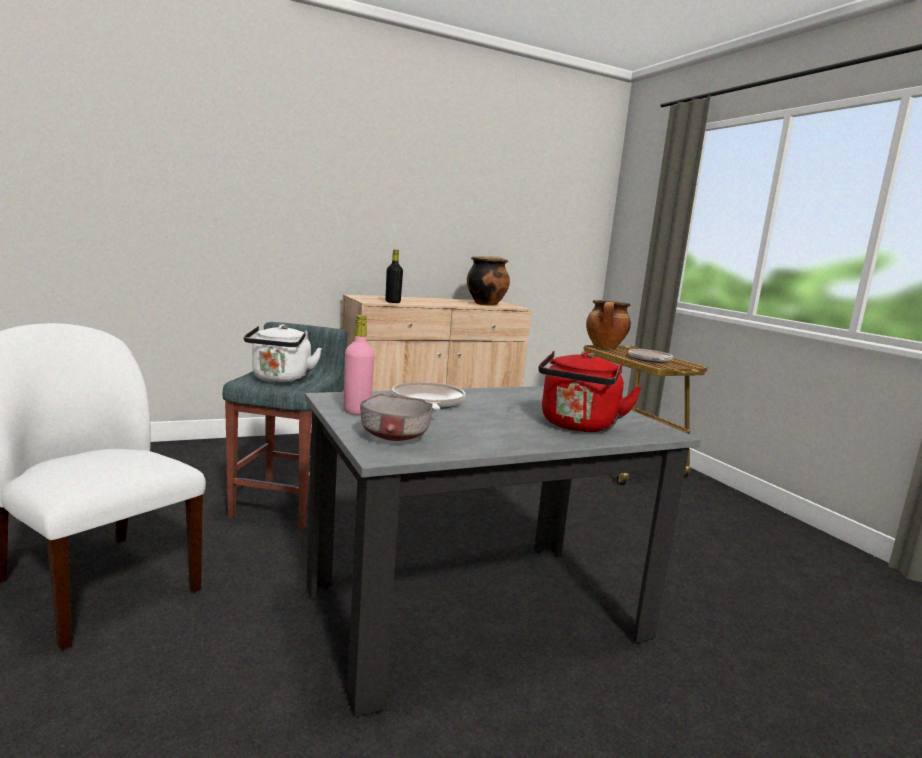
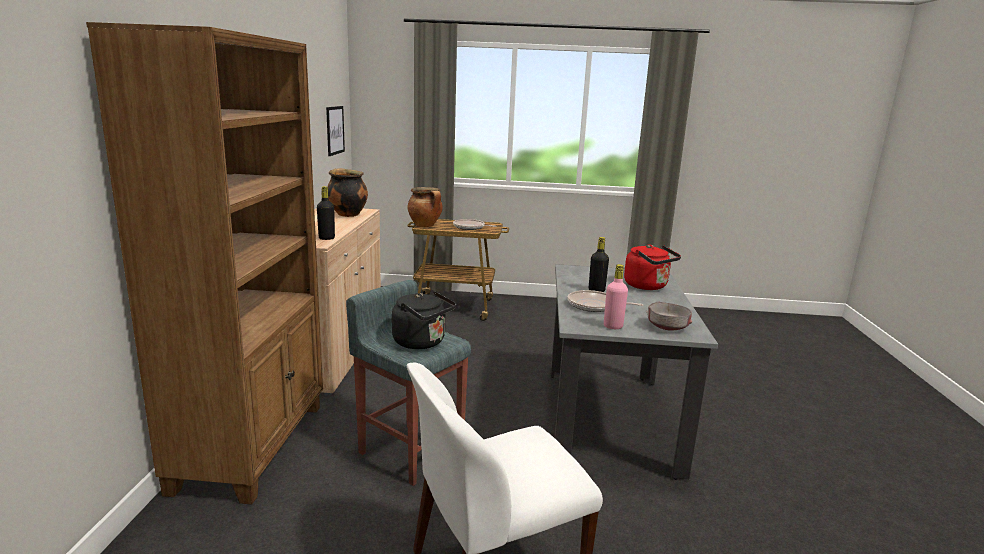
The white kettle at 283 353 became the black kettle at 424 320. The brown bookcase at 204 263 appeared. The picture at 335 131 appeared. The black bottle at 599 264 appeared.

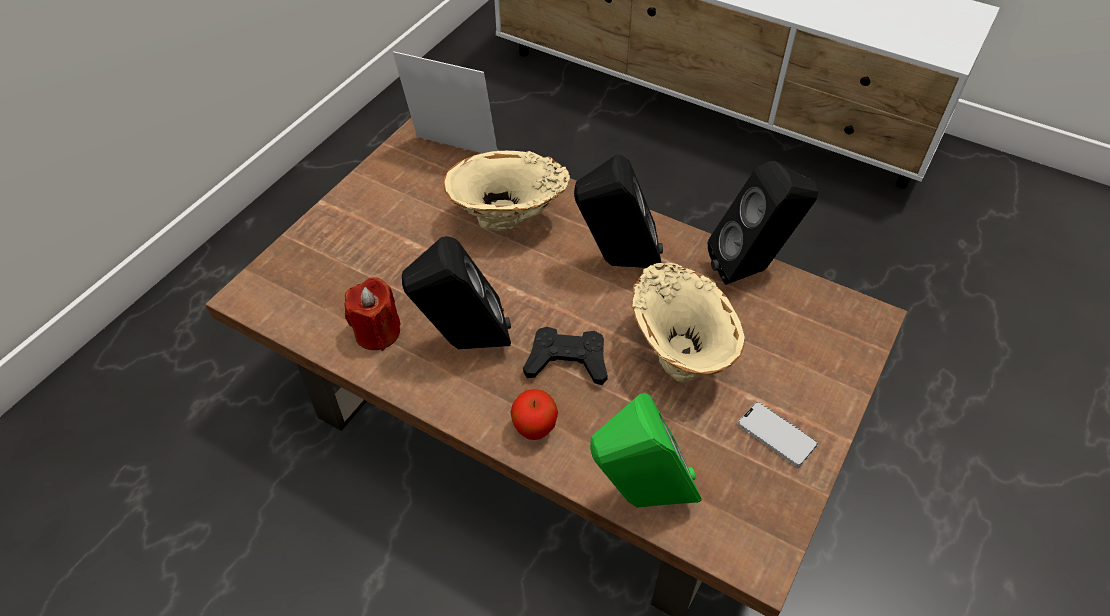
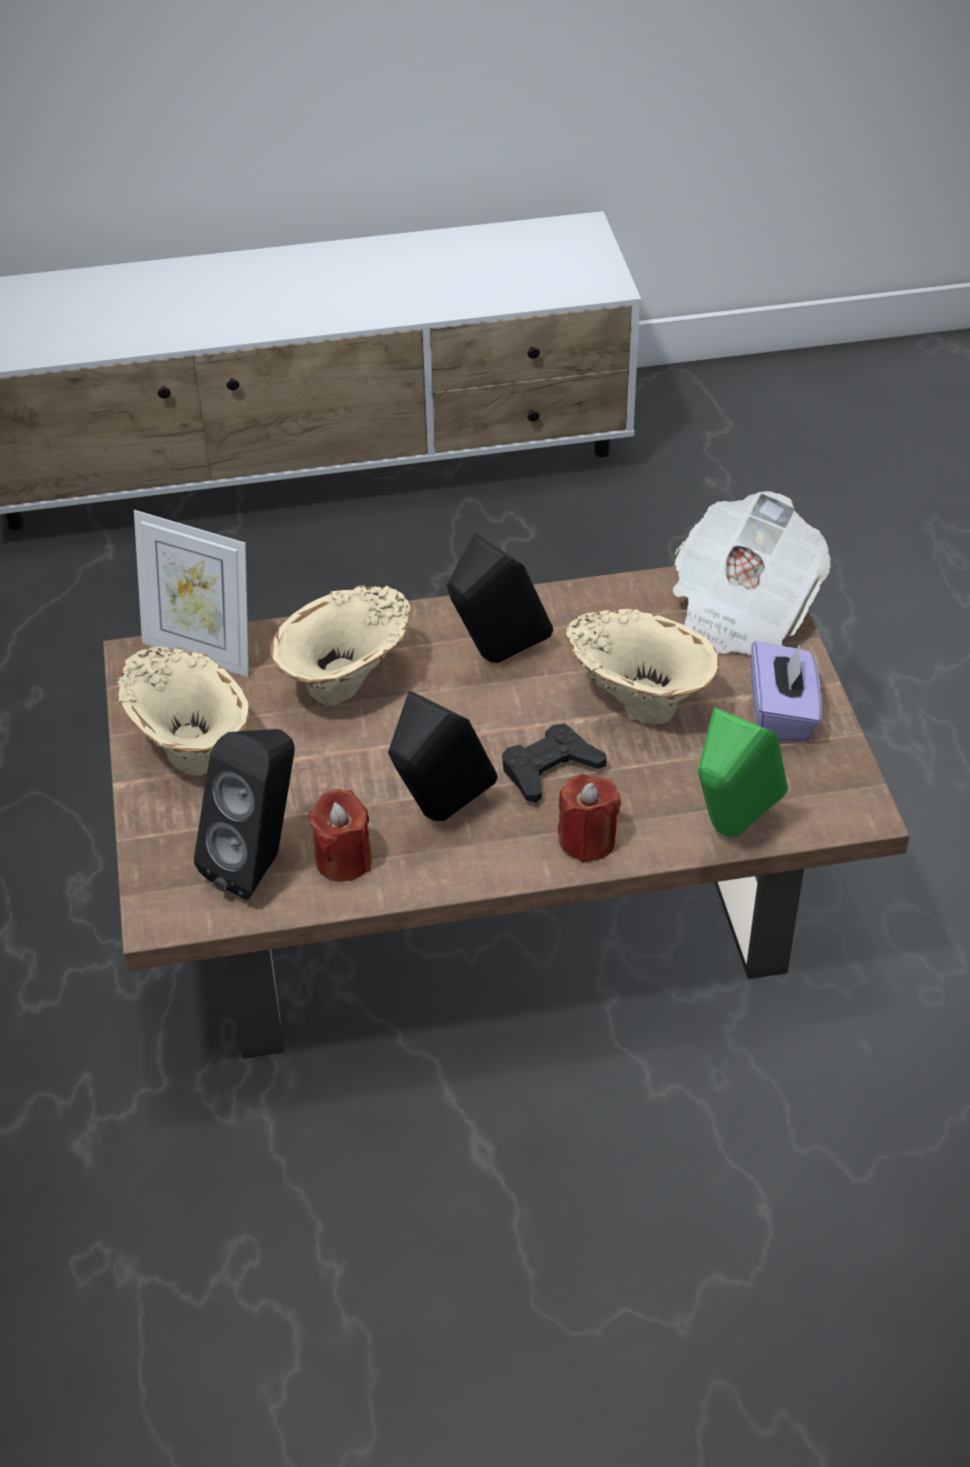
The picture frame at 445 102 turned 135 degrees counterclockwise. The black speaker moved from 763 223 to 244 814. The apple at 534 414 was replaced by the red candle at 589 818. The phone at 778 434 was replaced by the purple tissue box at 786 691. The newspaper at 752 573 appeared. The beige vase at 182 711 appeared.

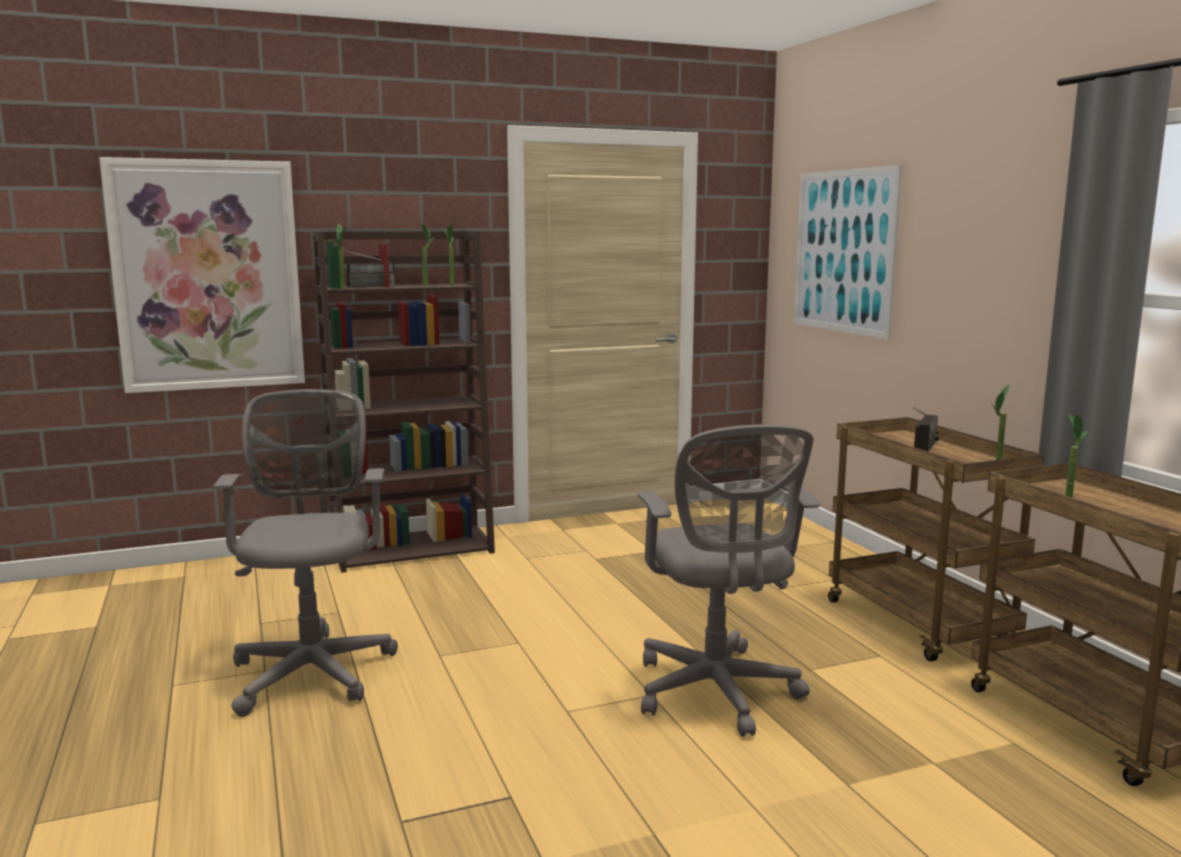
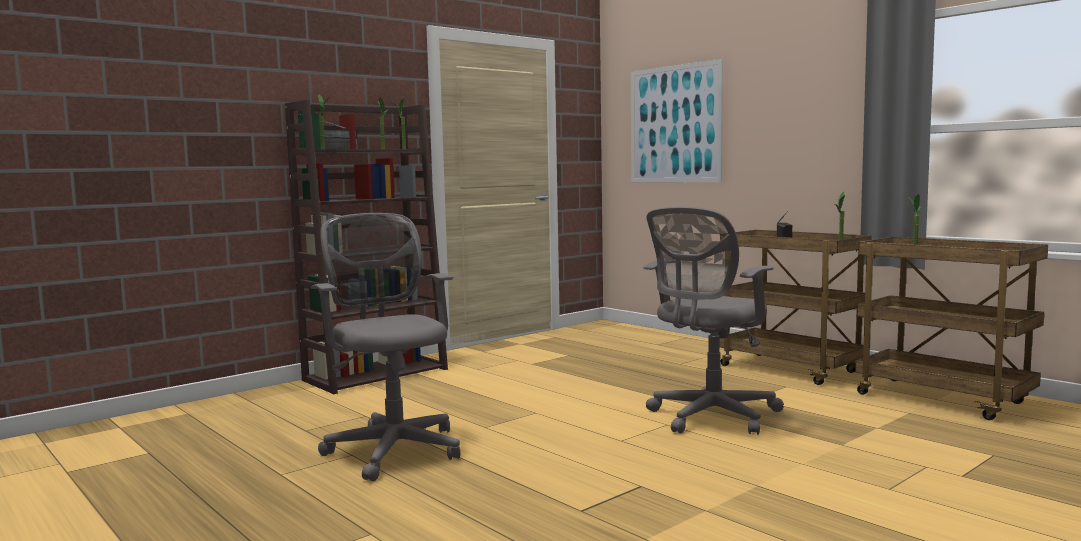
The picture at 202 275 disappeared. The grey office chair at 728 580 turned 75 degrees clockwise.

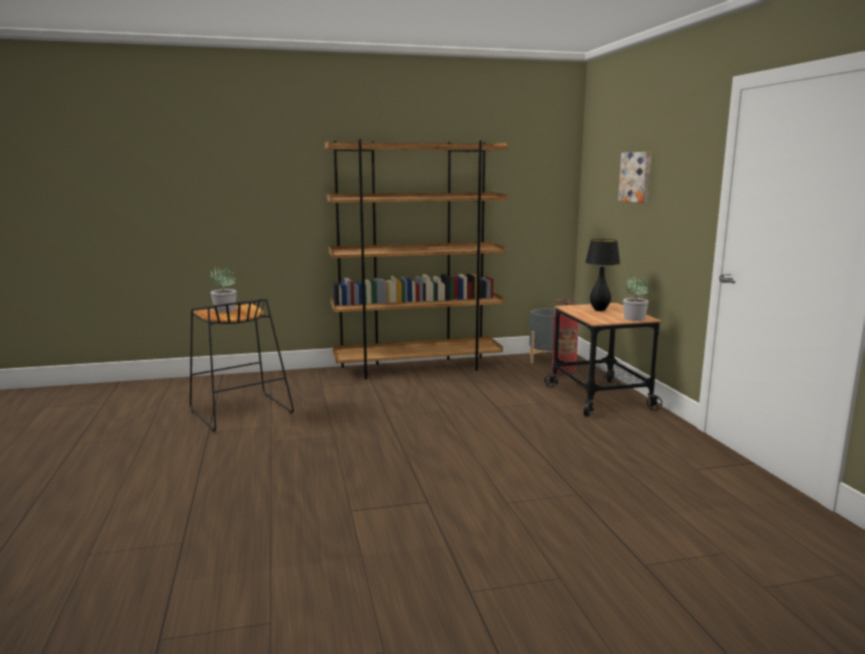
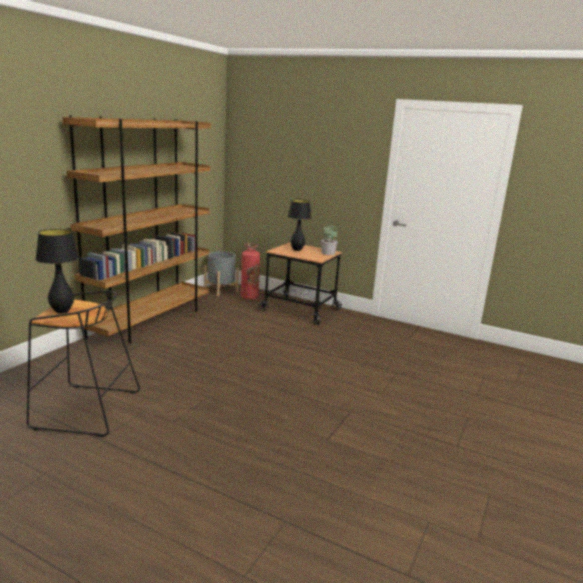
The picture at 635 177 disappeared. The potted plant at 223 288 was replaced by the black table lamp at 57 271.

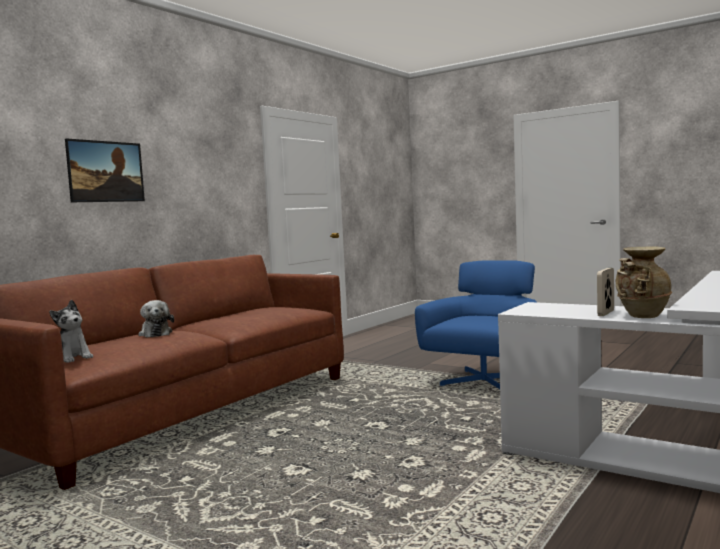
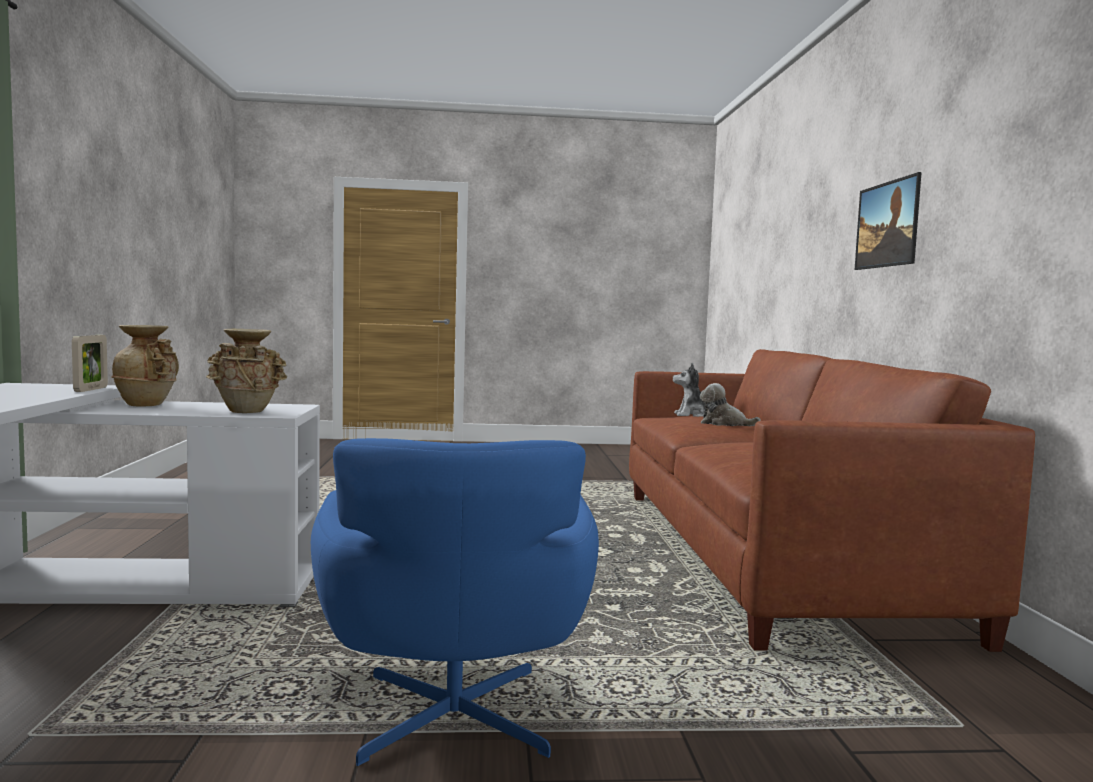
The picture frame moved from 605 292 to 90 363. The beige vase at 246 371 appeared.

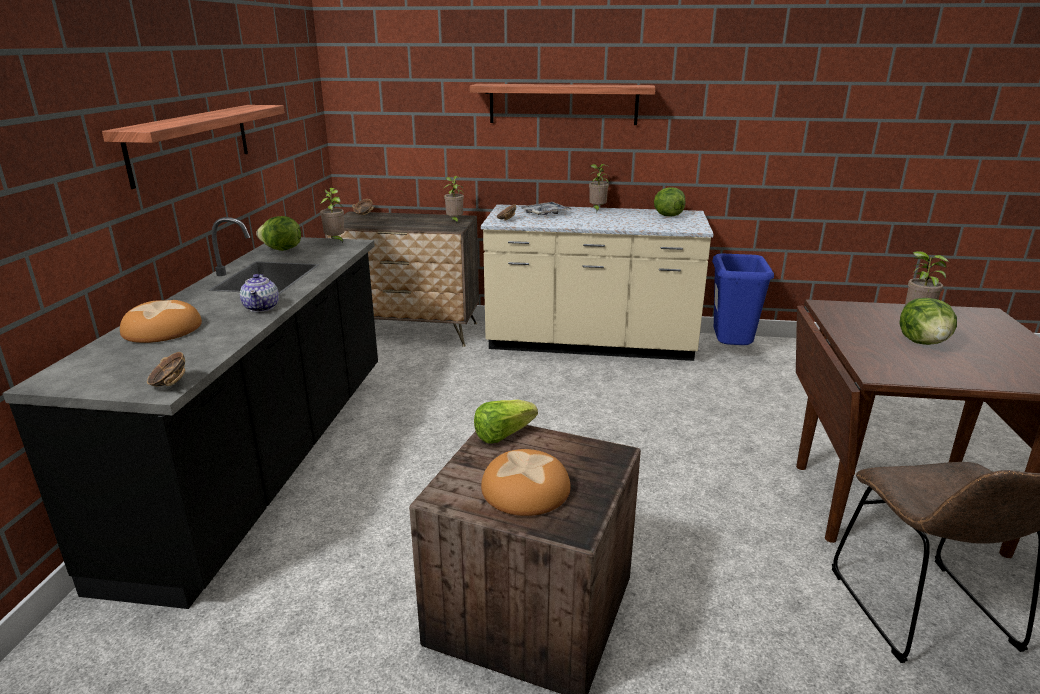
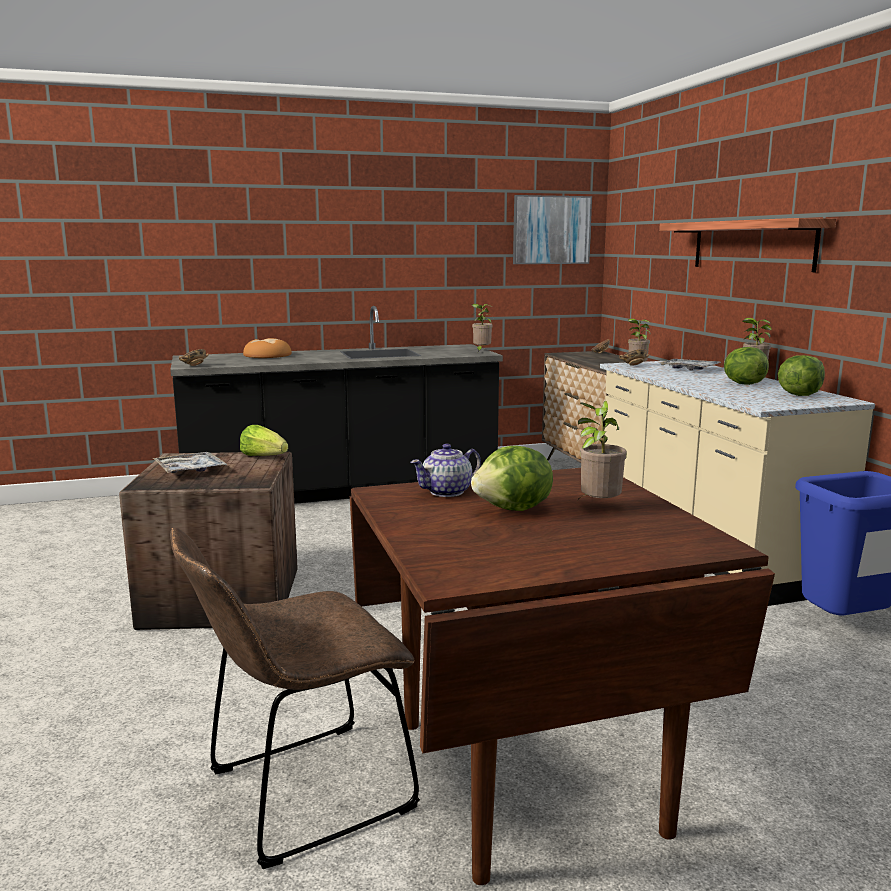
The shelf at 193 147 disappeared. The lettuce moved from 278 233 to 746 366. The teapot moved from 259 293 to 445 470. The bread at 526 482 was replaced by the tray at 190 462. The picture at 552 229 appeared.

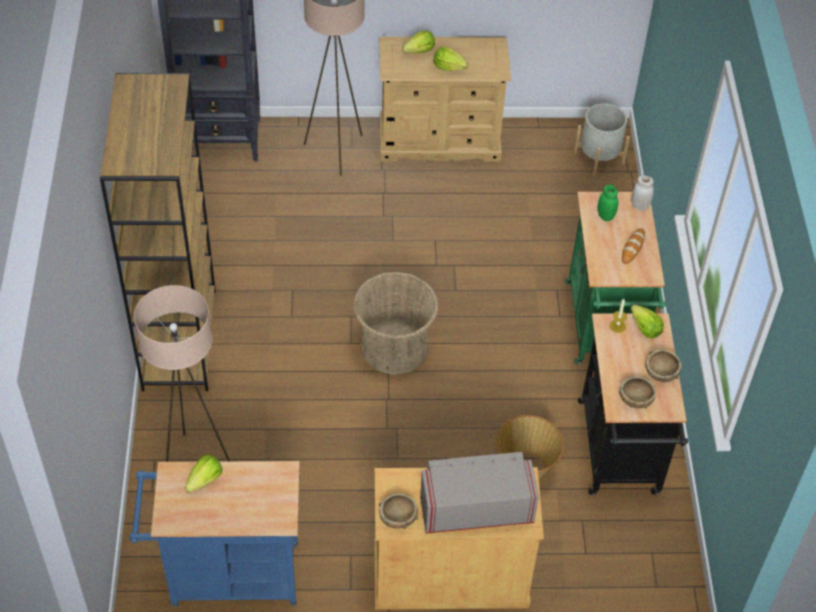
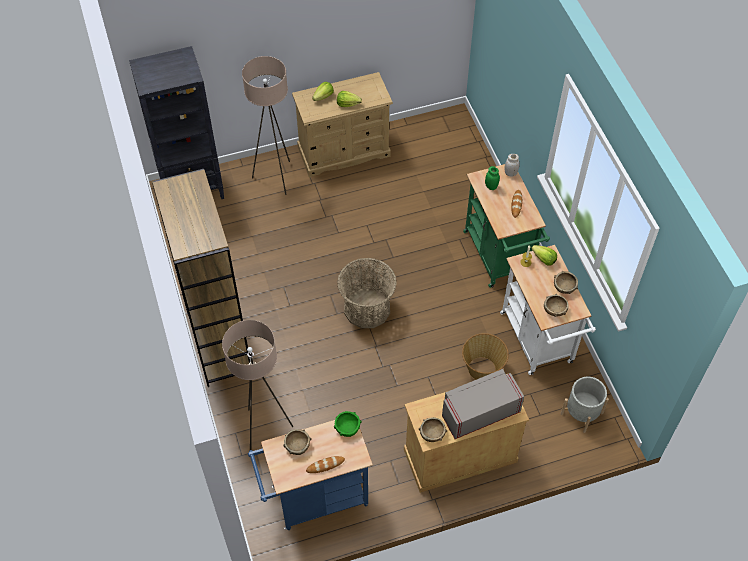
The grey planter moved from 602 139 to 585 405. The black cart at 633 404 became the white cart at 548 310. The lettuce at 203 473 was replaced by the brown bowl at 297 442. The green bowl at 348 424 appeared. The bread at 325 464 appeared.

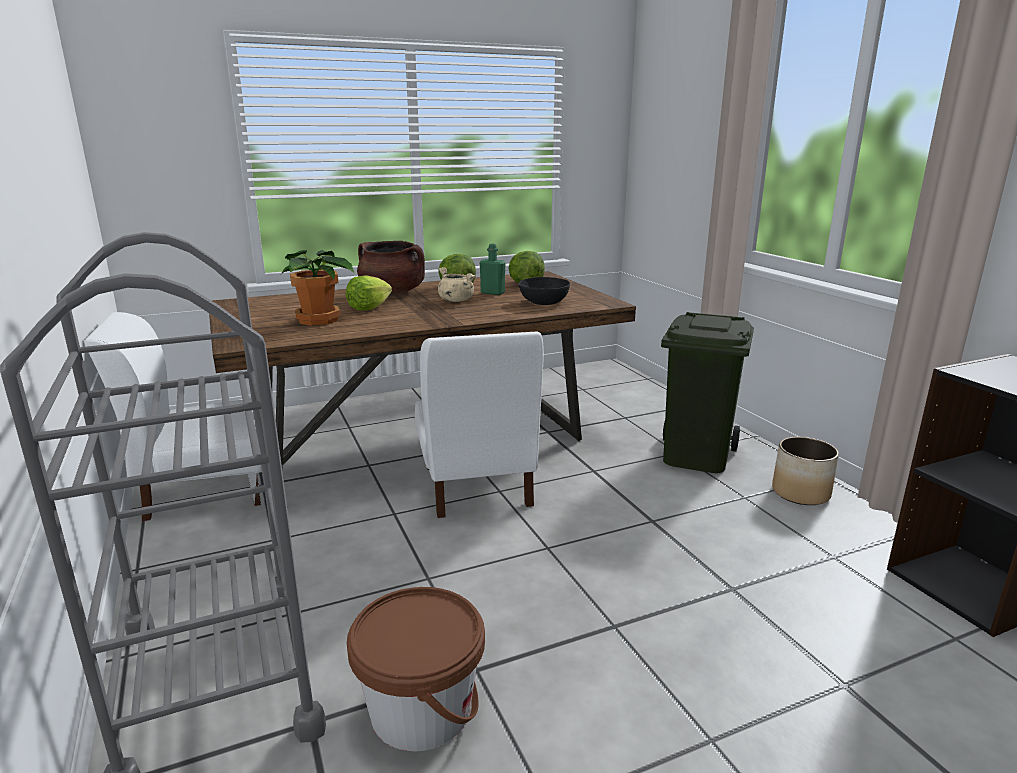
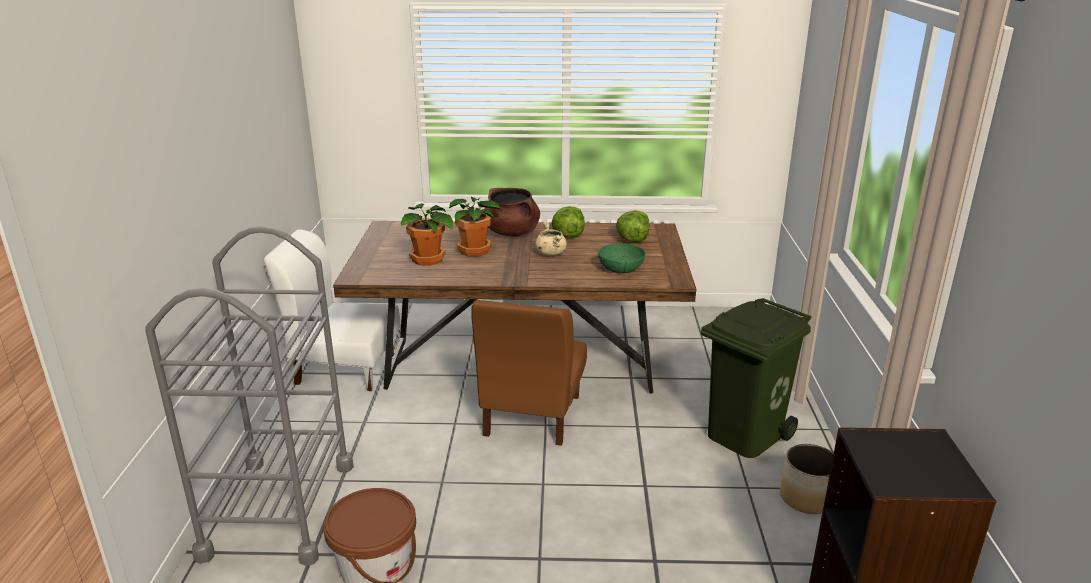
The green bottle at 493 269 disappeared. The lettuce at 369 293 was replaced by the potted plant at 476 227. The black bowl at 544 291 became the green bowl at 621 258. The white chair at 479 424 became the brown chair at 529 373.

